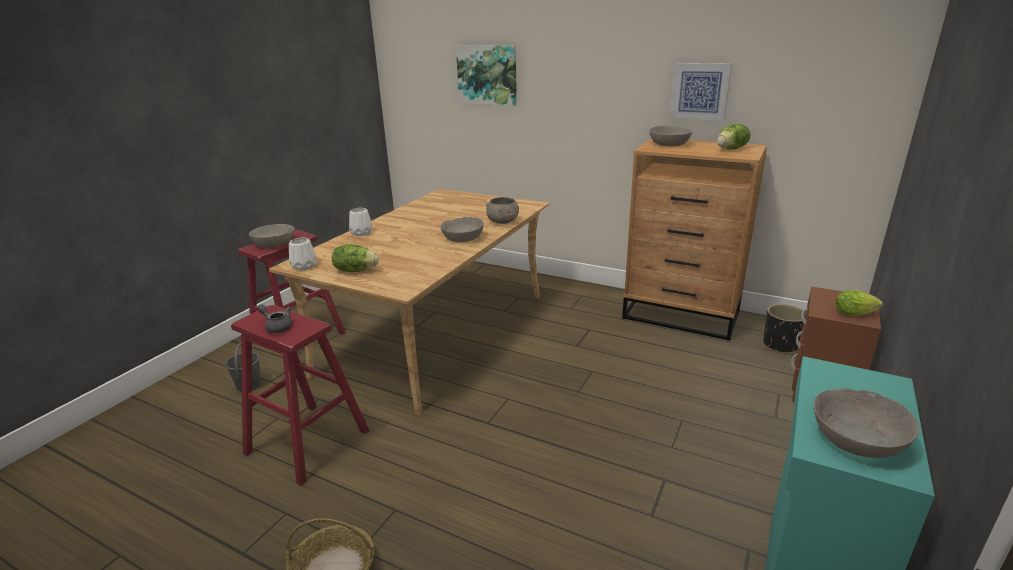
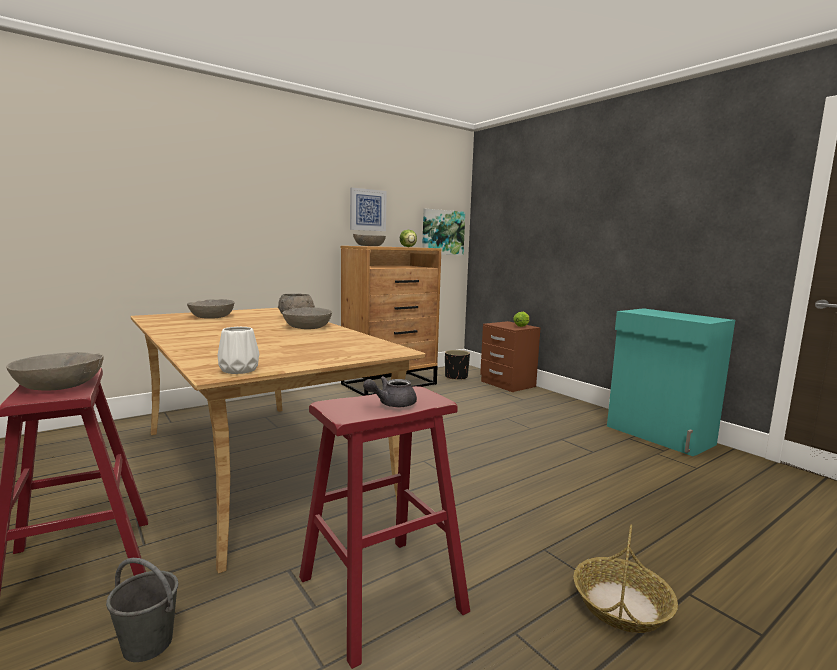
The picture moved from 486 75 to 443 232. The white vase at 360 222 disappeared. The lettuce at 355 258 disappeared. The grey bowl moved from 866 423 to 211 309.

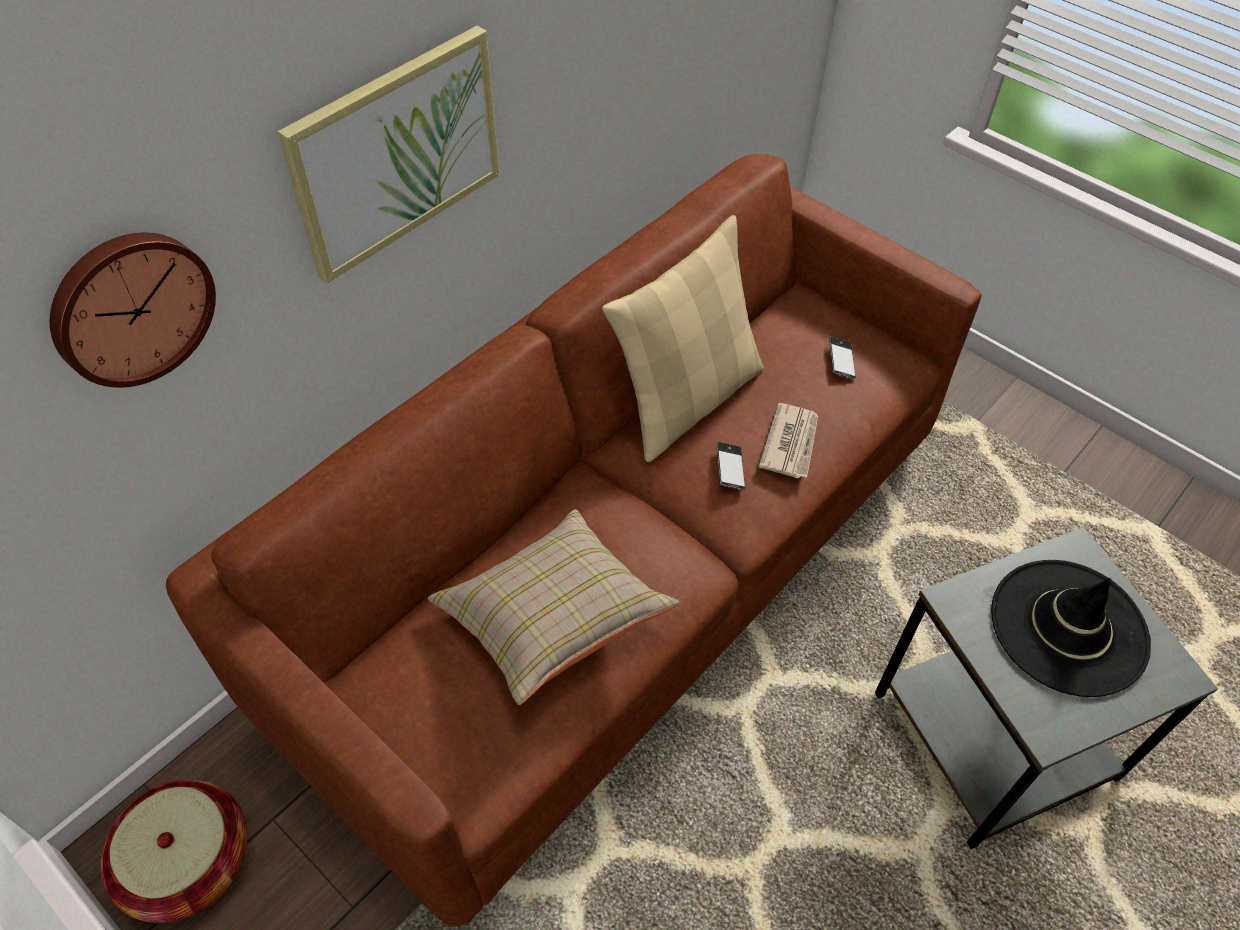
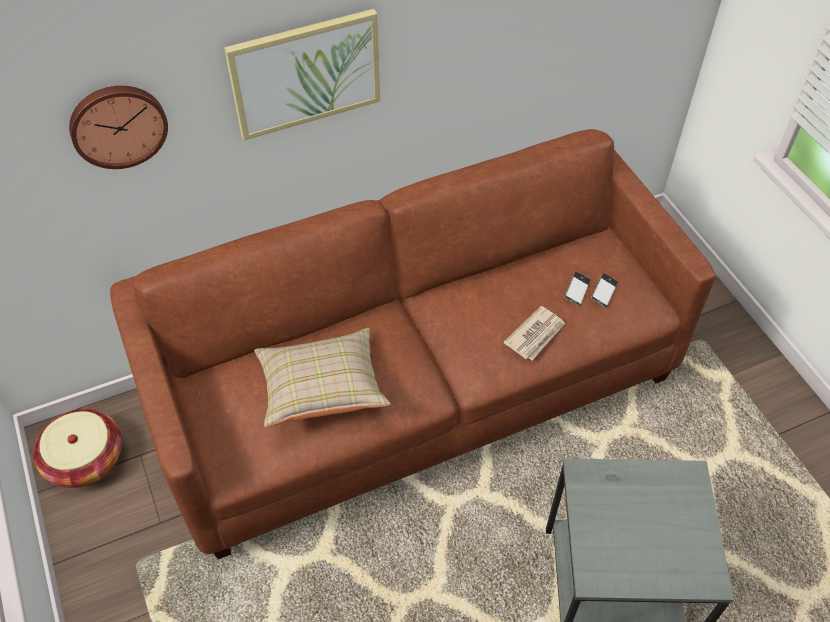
The beige pillow at 683 338 disappeared. The phone moved from 731 466 to 577 289. The black hat at 1071 628 disappeared.

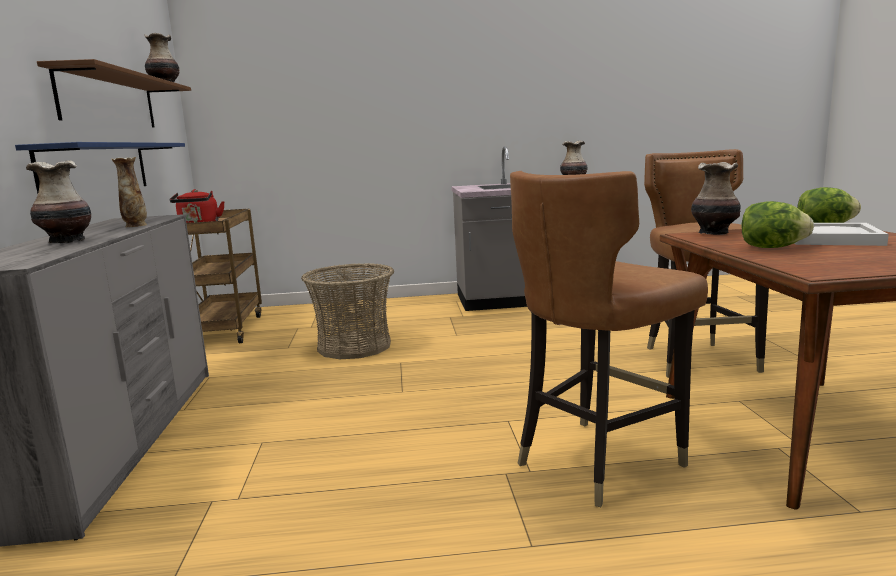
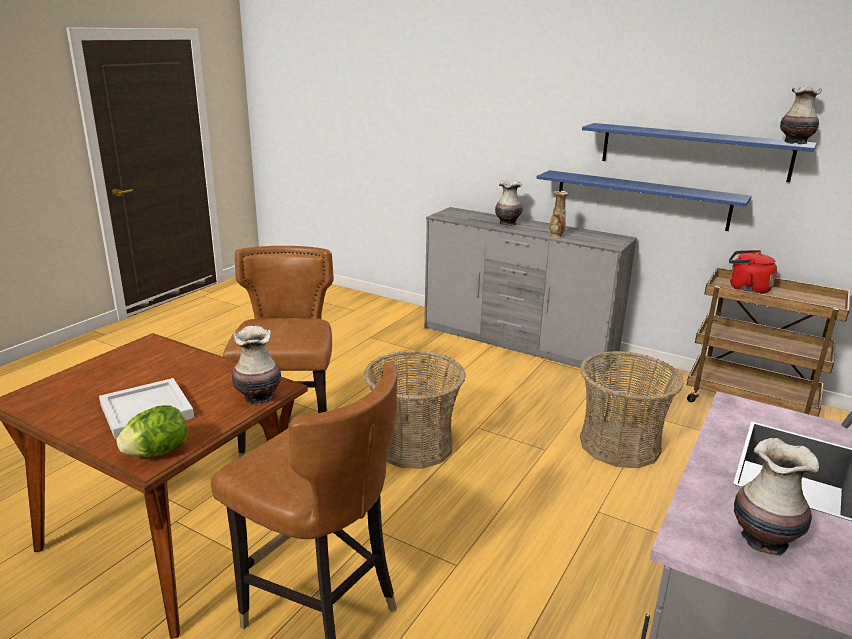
The brown shelf at 114 93 became the blue shelf at 699 152. The lettuce at 777 224 disappeared. The basket at 415 409 appeared.

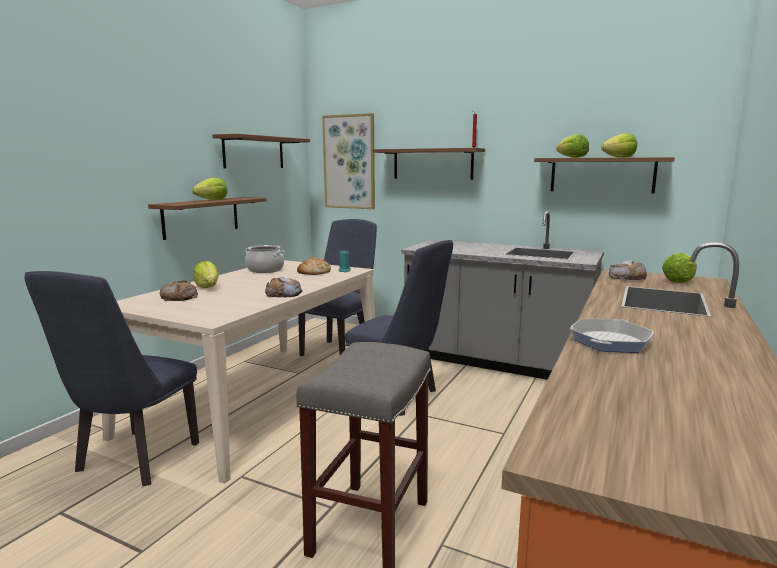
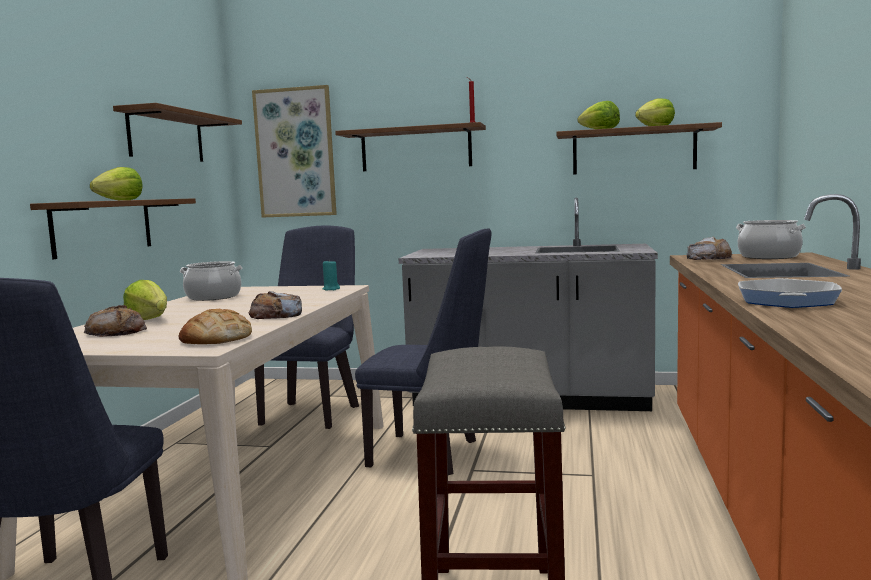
The lettuce at 679 268 was replaced by the cooking pot at 771 239. The bread moved from 314 266 to 215 326.

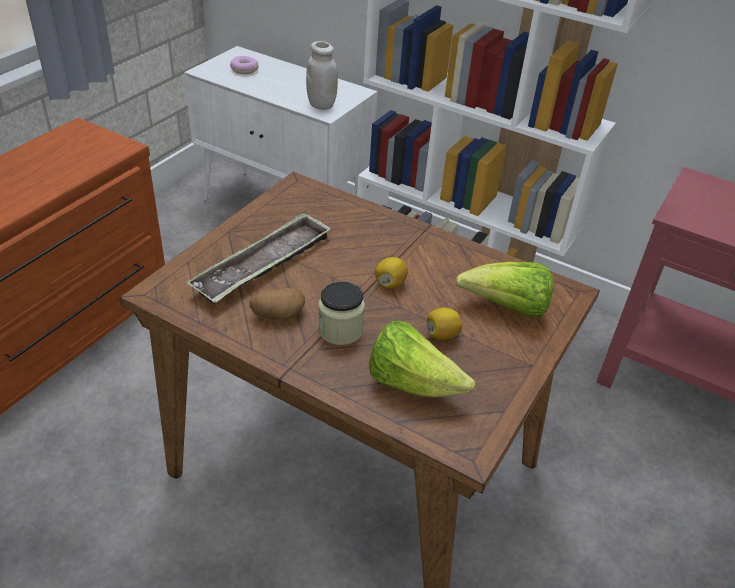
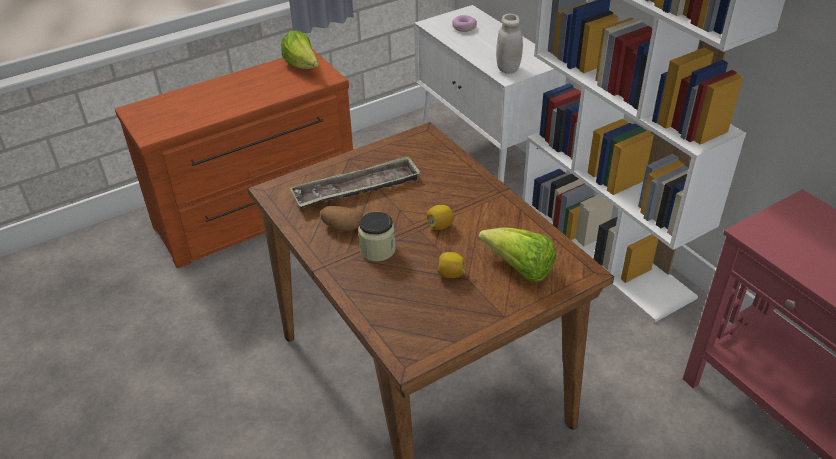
The lettuce moved from 422 359 to 300 49.

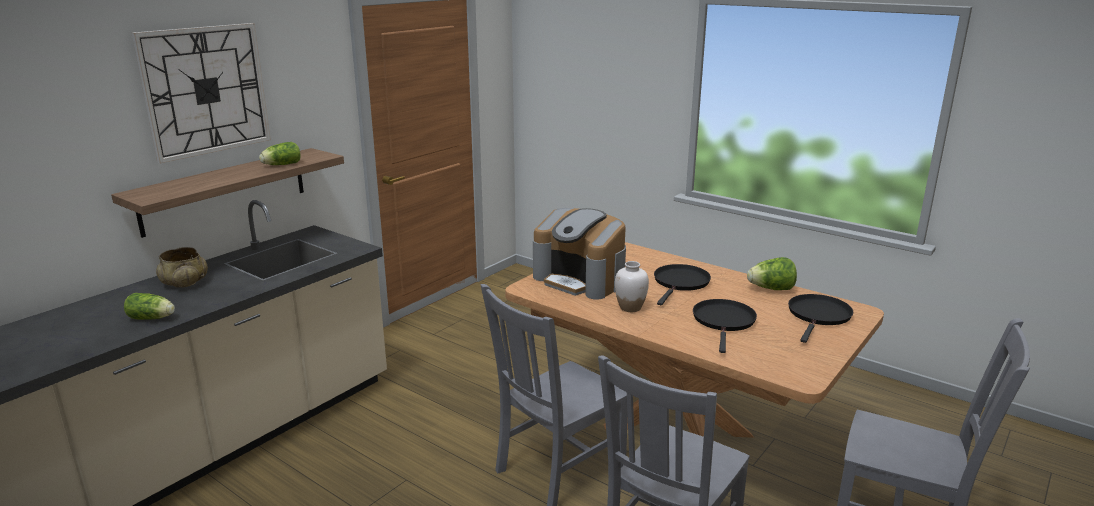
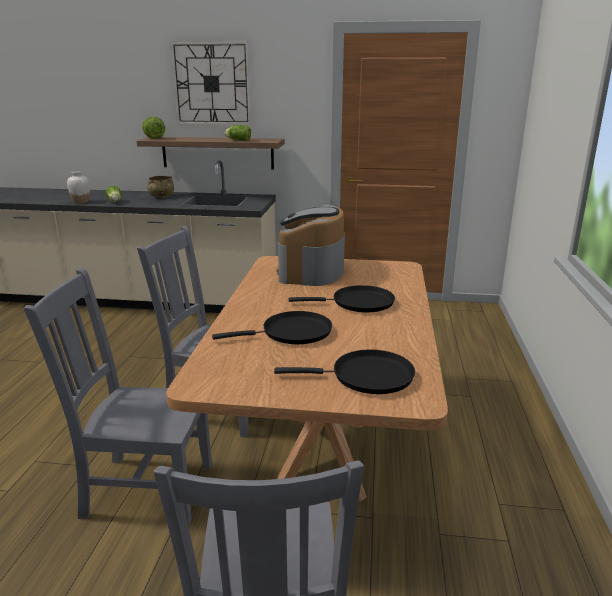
The lettuce moved from 772 273 to 153 128. The white vase moved from 632 286 to 78 187.

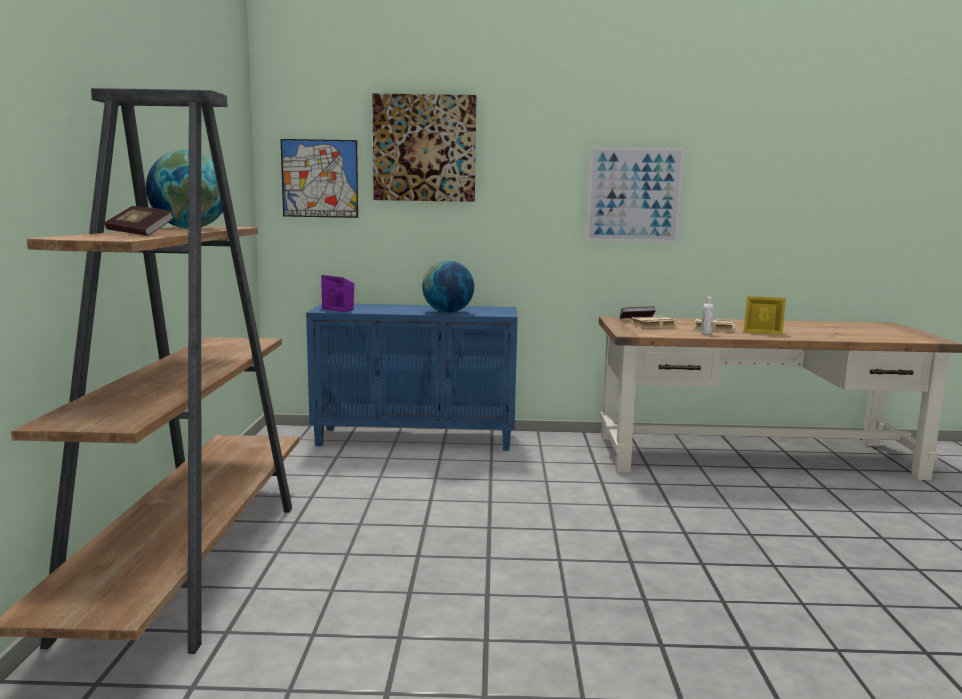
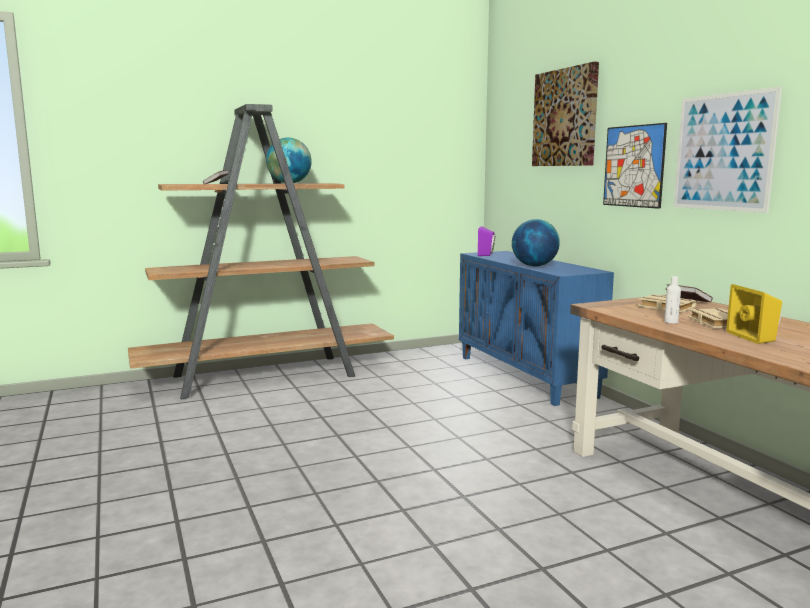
The picture moved from 319 178 to 635 166.

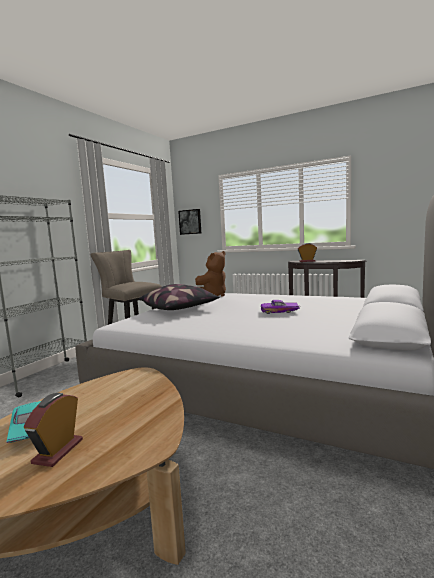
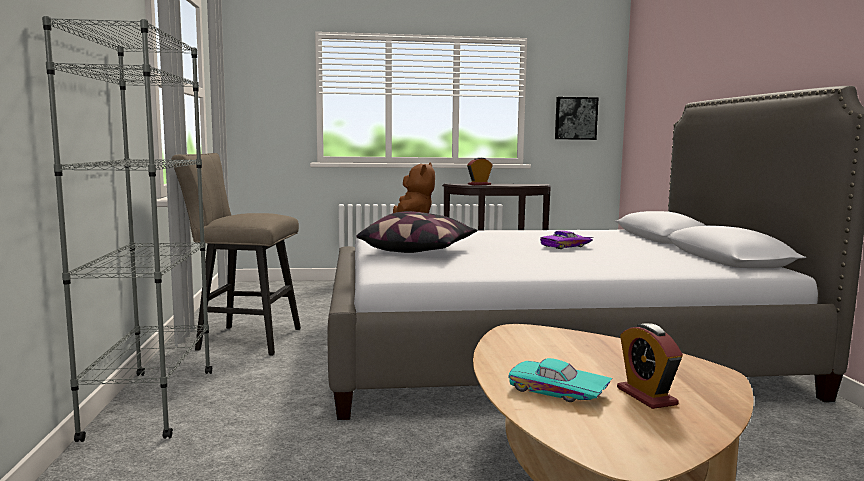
The picture moved from 189 222 to 576 118.

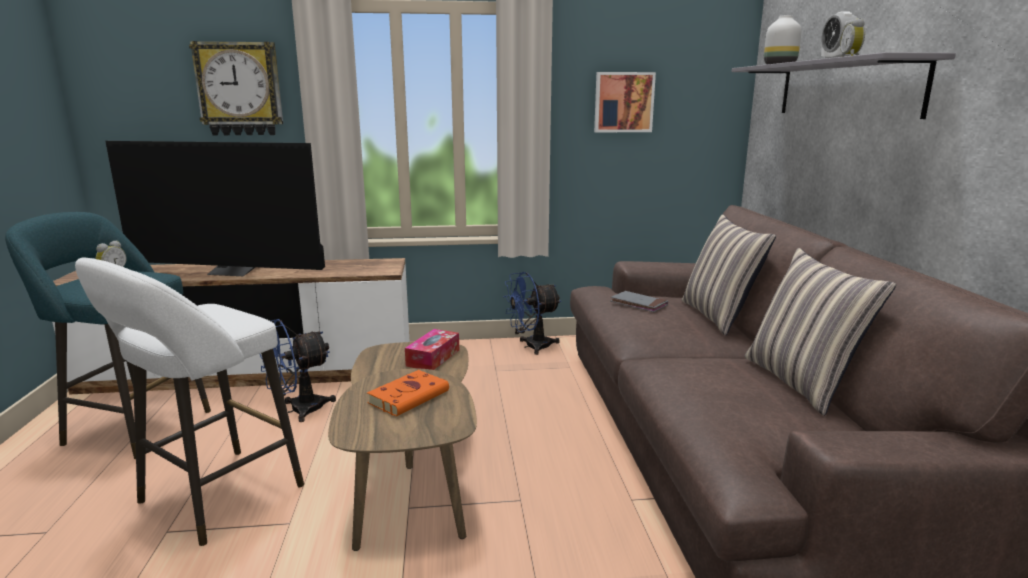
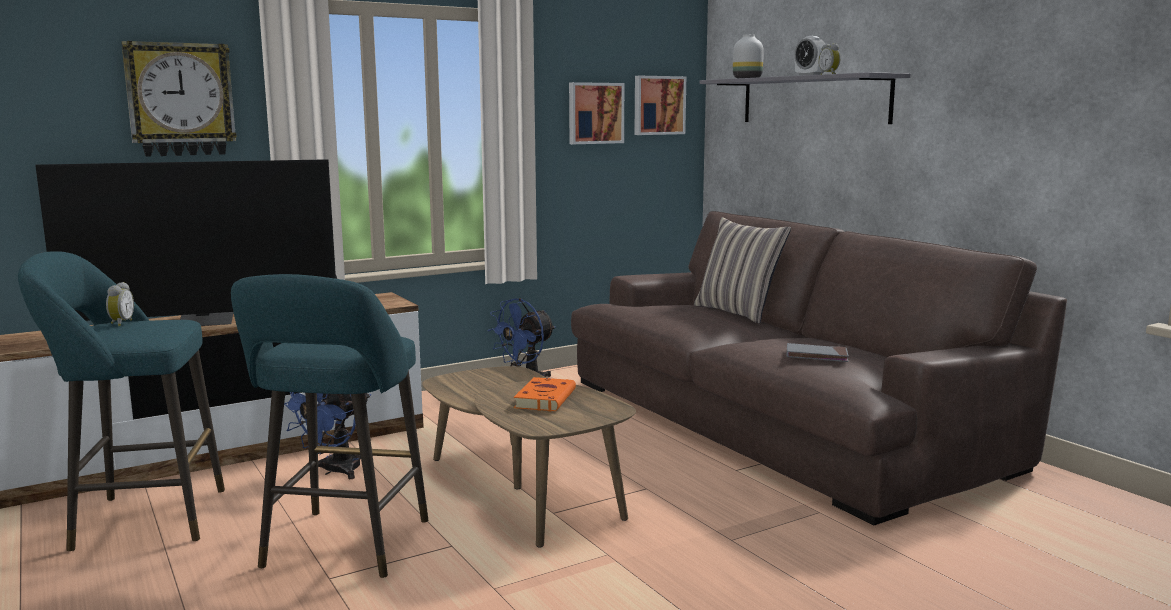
The pillow at 820 332 disappeared. The white stool at 189 401 became the turquoise stool at 329 426. The grey book moved from 639 301 to 818 352. The tissue box at 432 349 disappeared. The picture at 660 105 appeared.

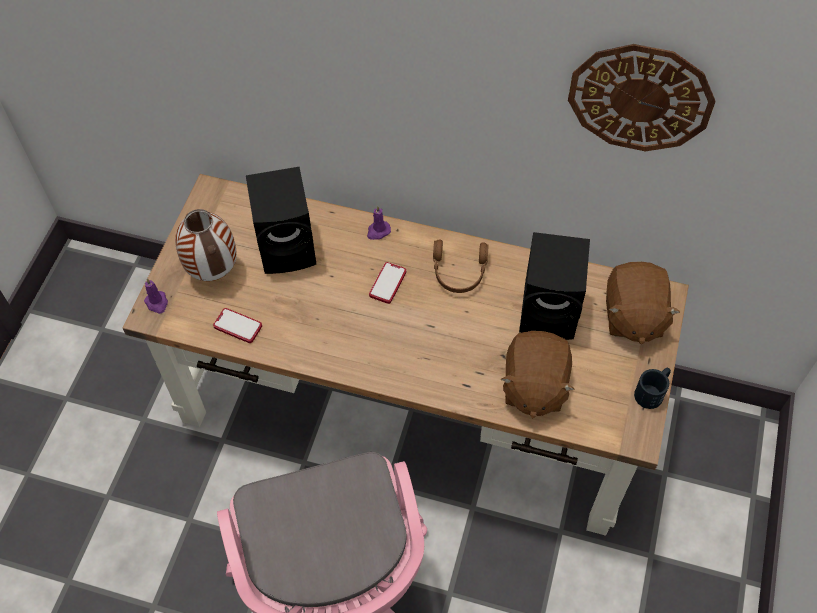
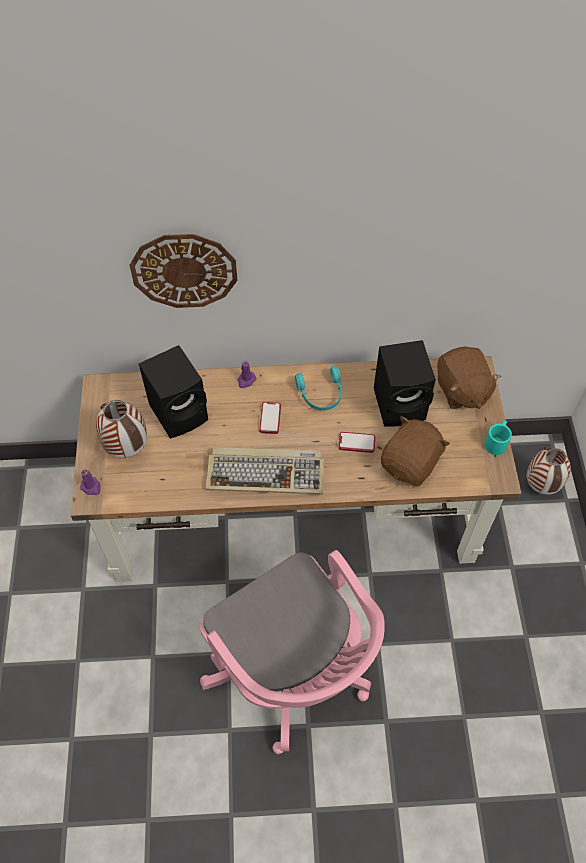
The wall clock moved from 641 97 to 183 271. The brown headphones at 461 266 became the turquoise headphones at 318 388. The phone moved from 237 325 to 356 442. The brown plush toy at 538 374 turned 135 degrees counterclockwise. The black mug at 652 388 became the turquoise mug at 498 437. The vase at 549 470 appeared. The keyboard at 265 470 appeared.

